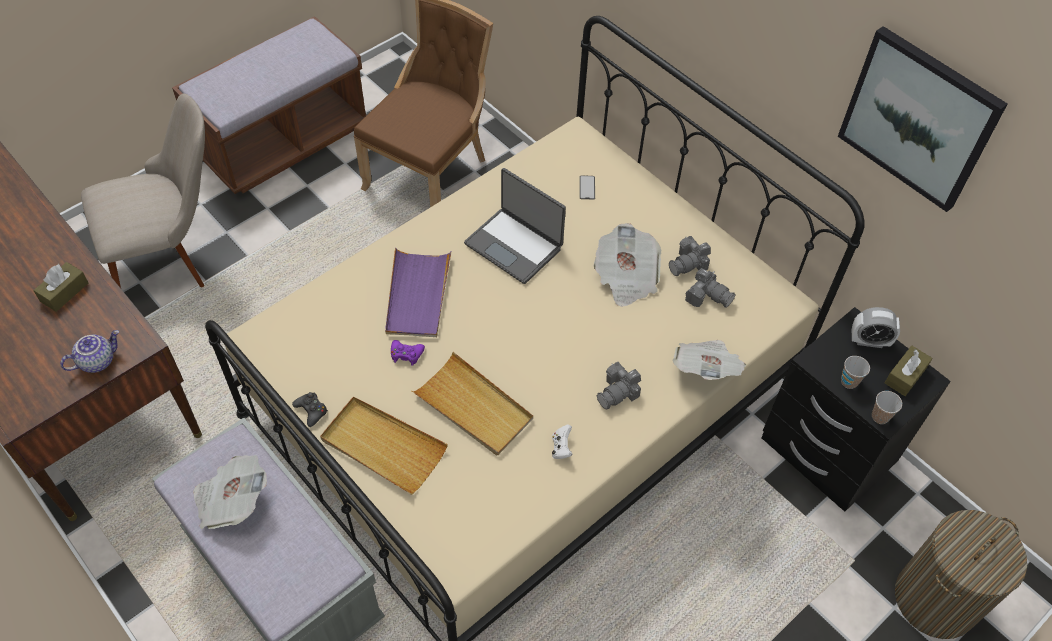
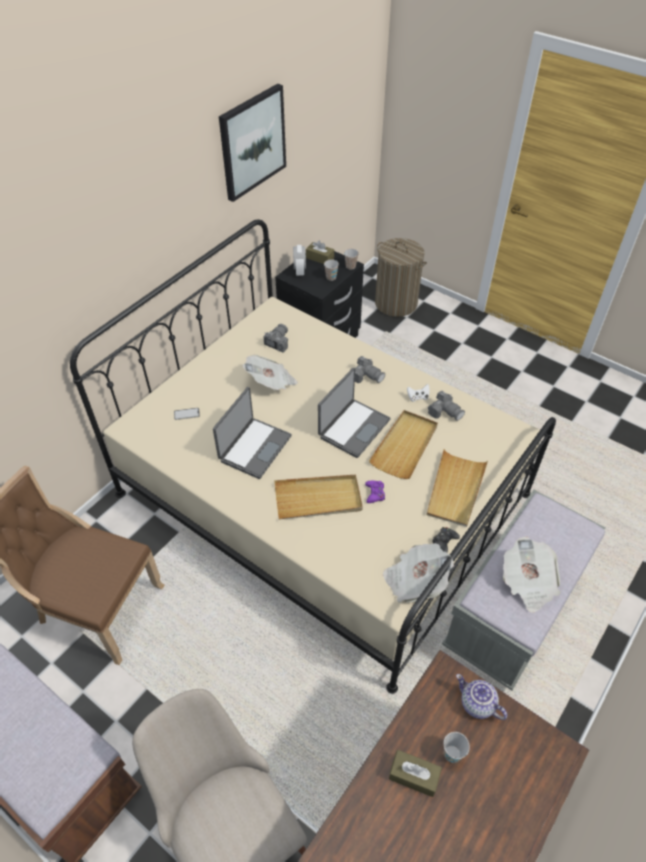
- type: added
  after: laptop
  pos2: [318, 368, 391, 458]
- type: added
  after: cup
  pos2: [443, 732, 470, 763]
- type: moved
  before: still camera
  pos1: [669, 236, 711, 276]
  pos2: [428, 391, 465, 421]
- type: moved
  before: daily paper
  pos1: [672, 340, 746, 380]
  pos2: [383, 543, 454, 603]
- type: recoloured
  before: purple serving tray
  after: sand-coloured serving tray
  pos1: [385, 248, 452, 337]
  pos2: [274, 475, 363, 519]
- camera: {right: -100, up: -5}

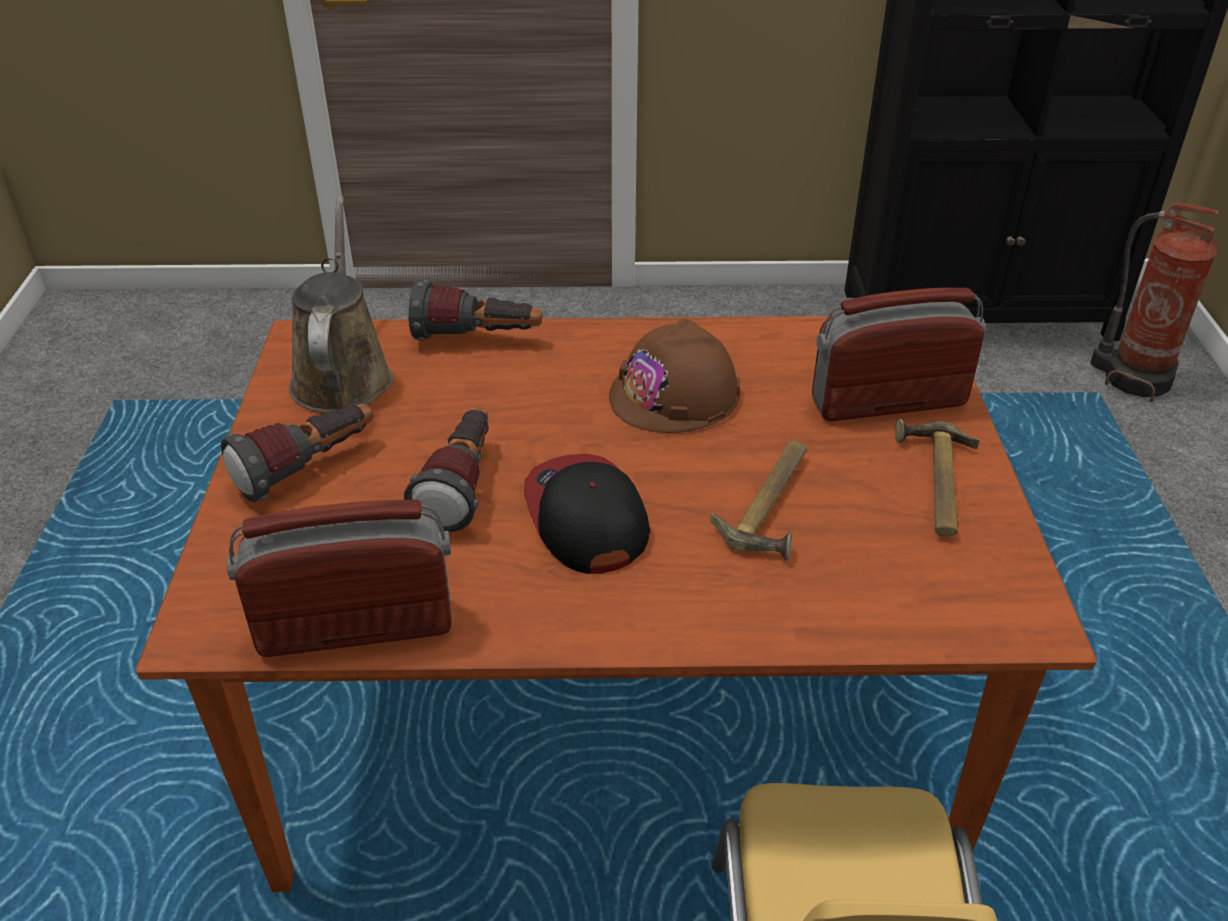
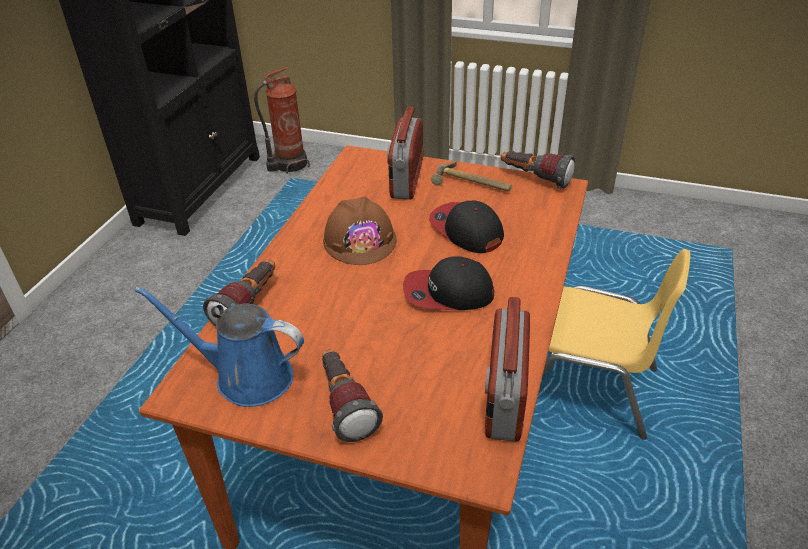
- type: moved
  before: hand torch
  pos1: [404, 407, 489, 532]
  pos2: [501, 151, 575, 189]
- type: replaced
  before: tool hammer
  after: baseball cap
  pos1: [711, 441, 807, 561]
  pos2: [429, 200, 504, 253]
- type: recoloured
  before: brown-coloured sprinkling can
  after: blue sprinkling can
  pos1: [289, 196, 394, 413]
  pos2: [134, 286, 304, 407]
- camera: {right: -70, up: 0}

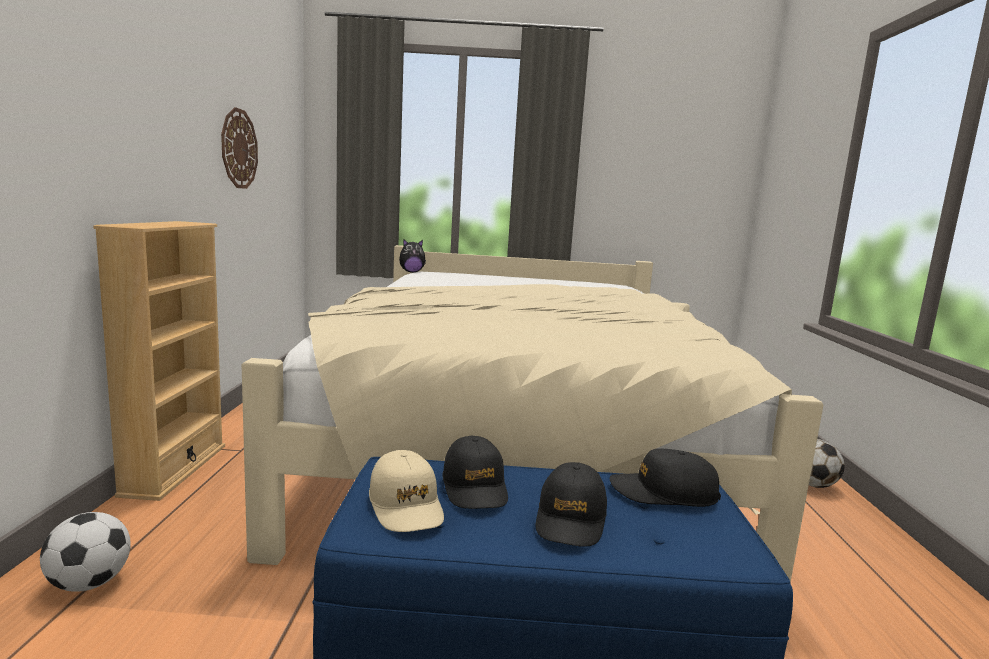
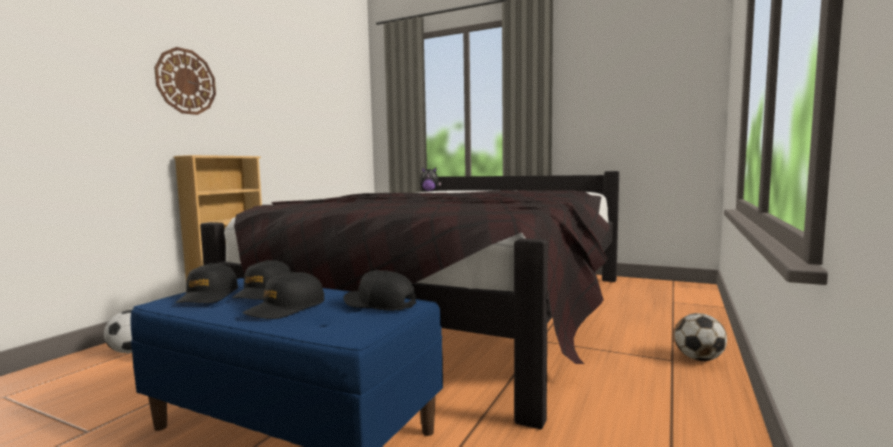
- type: moved
  before: hanging clock
  pos1: [221, 107, 258, 189]
  pos2: [154, 47, 216, 115]
- type: recoloured
  before: sand-coloured bedroom bed
  after: black-coloured bedroom bed
  pos1: [242, 245, 824, 582]
  pos2: [200, 171, 619, 430]
- type: recoloured
  before: sand-coloured baseball cap
  after: black-coloured baseball cap
  pos1: [369, 450, 444, 532]
  pos2: [176, 263, 238, 303]
- camera: {right: 25, up: -5}

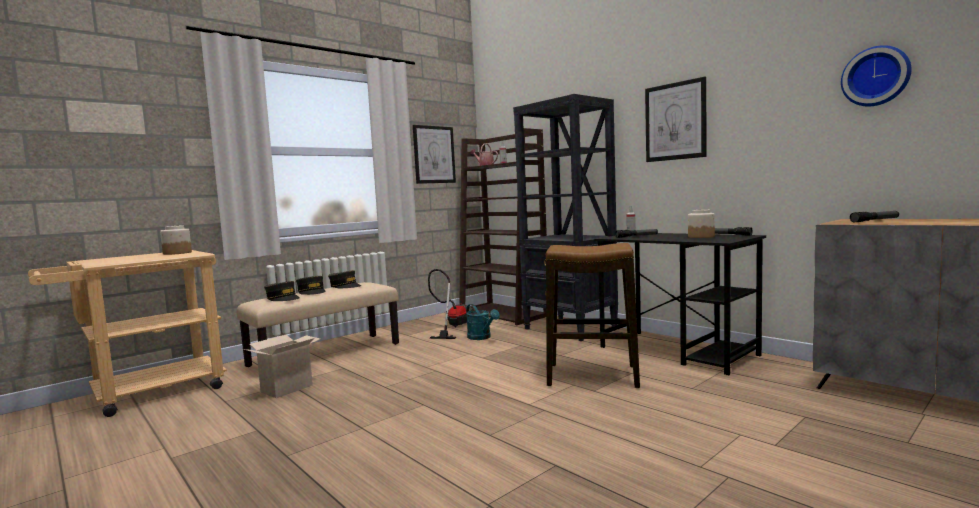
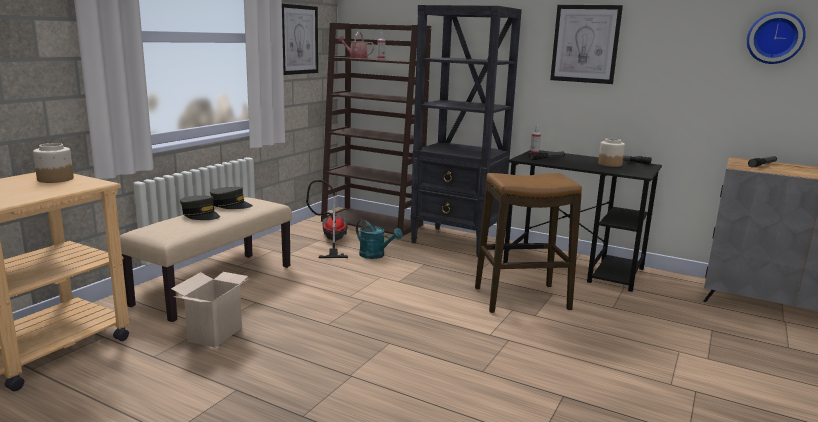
- type: removed
  before: gray baseball cap
  pos1: [264, 281, 300, 301]
- camera: {right: -20, up: 10}

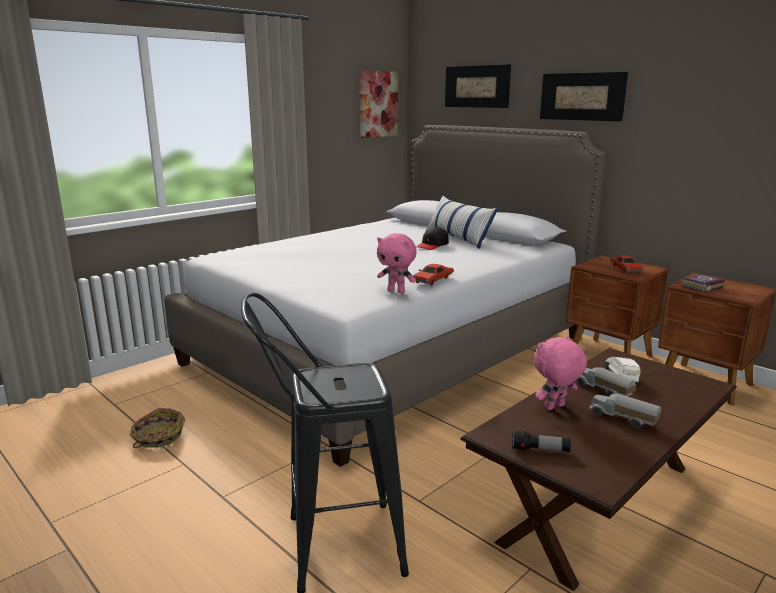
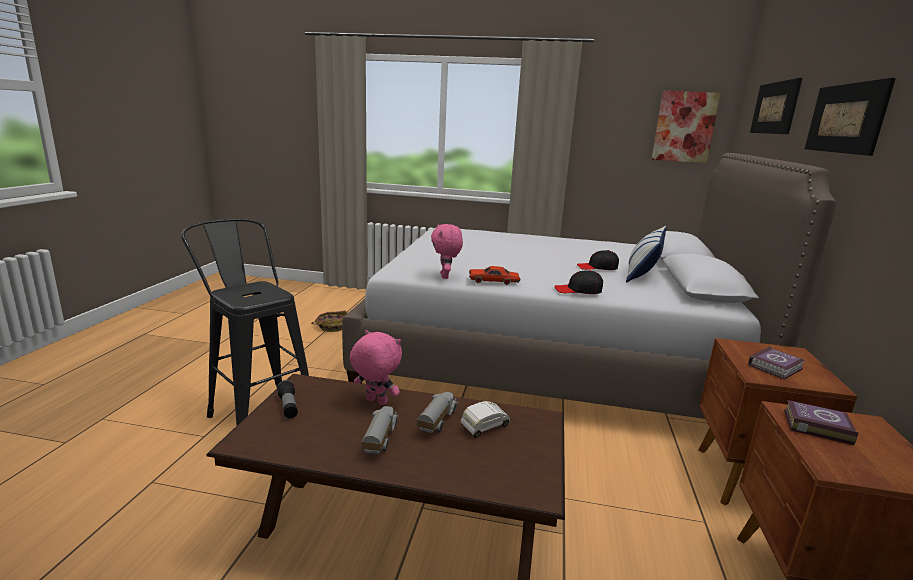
- type: added
  after: black-coloured baseball cap
  pos2: [555, 270, 603, 294]
- type: replaced
  before: red toy car
  after: bound book
  pos1: [610, 255, 644, 273]
  pos2: [748, 347, 805, 379]
- camera: {right: 55, up: 0}

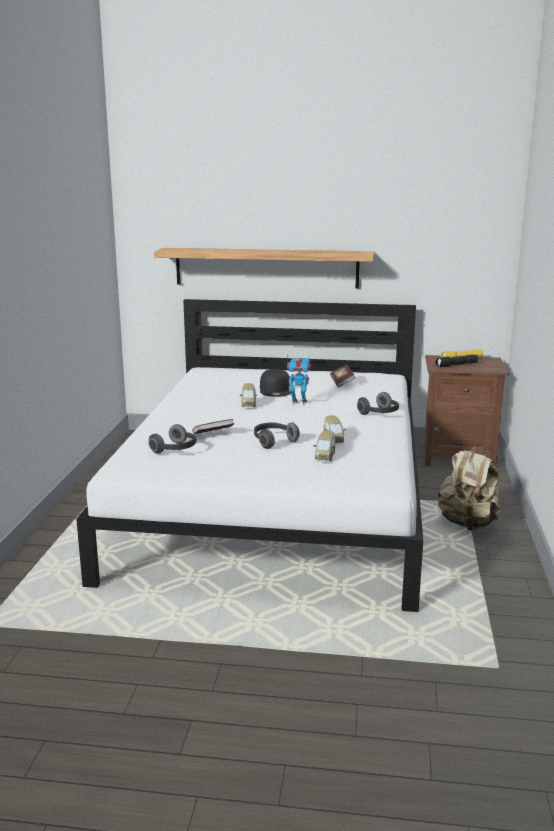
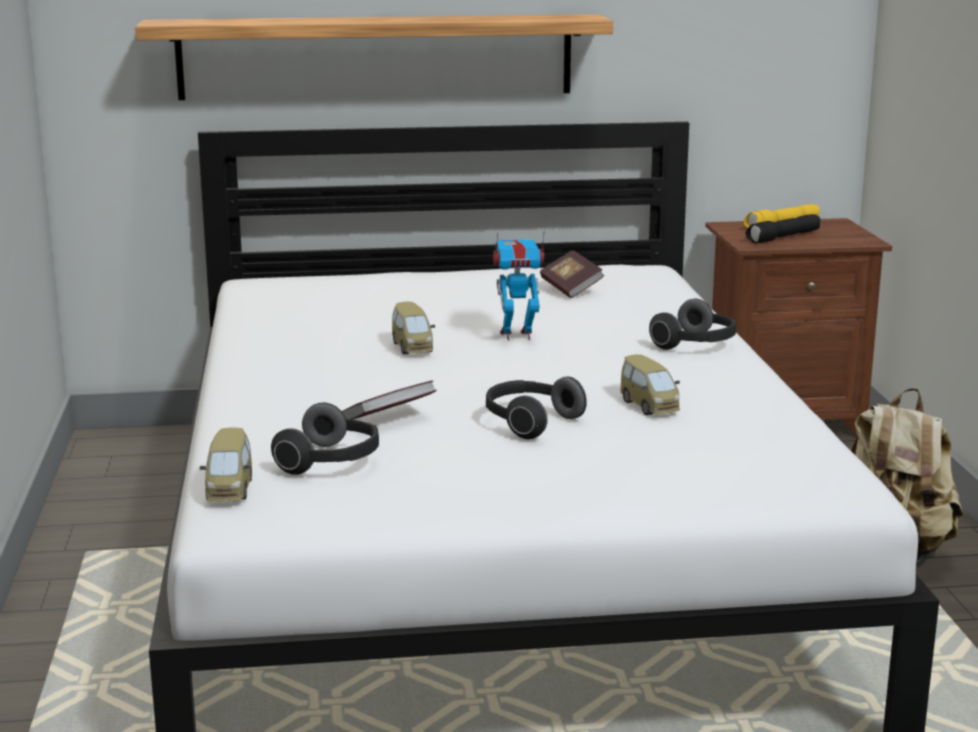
- type: removed
  before: black-coloured baseball cap
  pos1: [260, 369, 291, 397]
- type: moved
  before: toy car
  pos1: [313, 431, 335, 461]
  pos2: [200, 427, 252, 502]
- camera: {right: -15, up: 0}

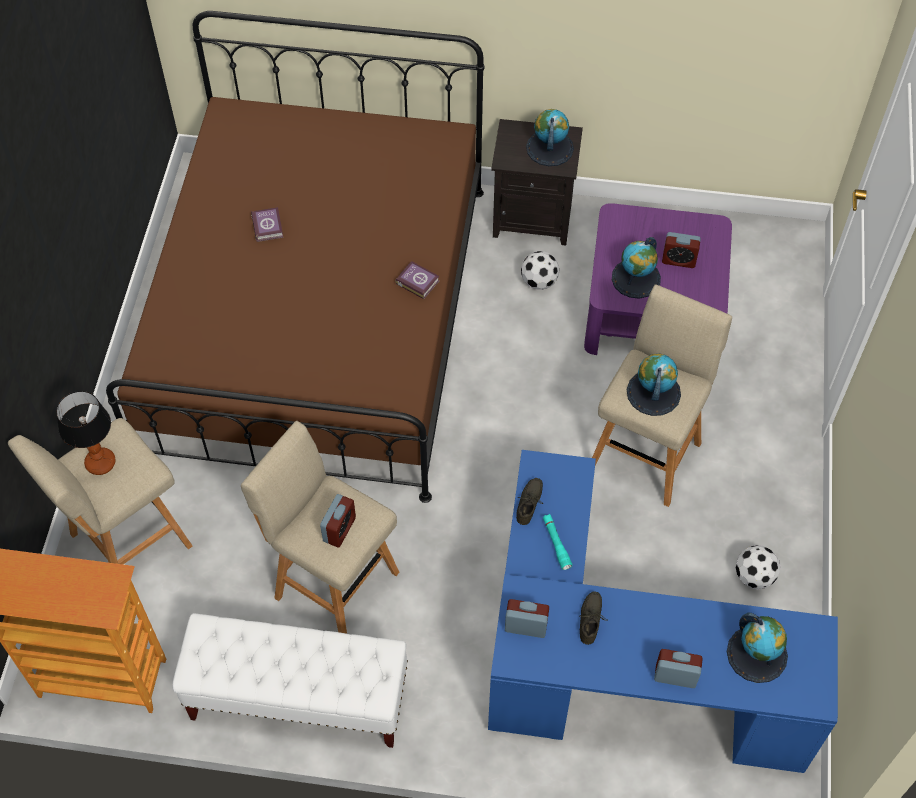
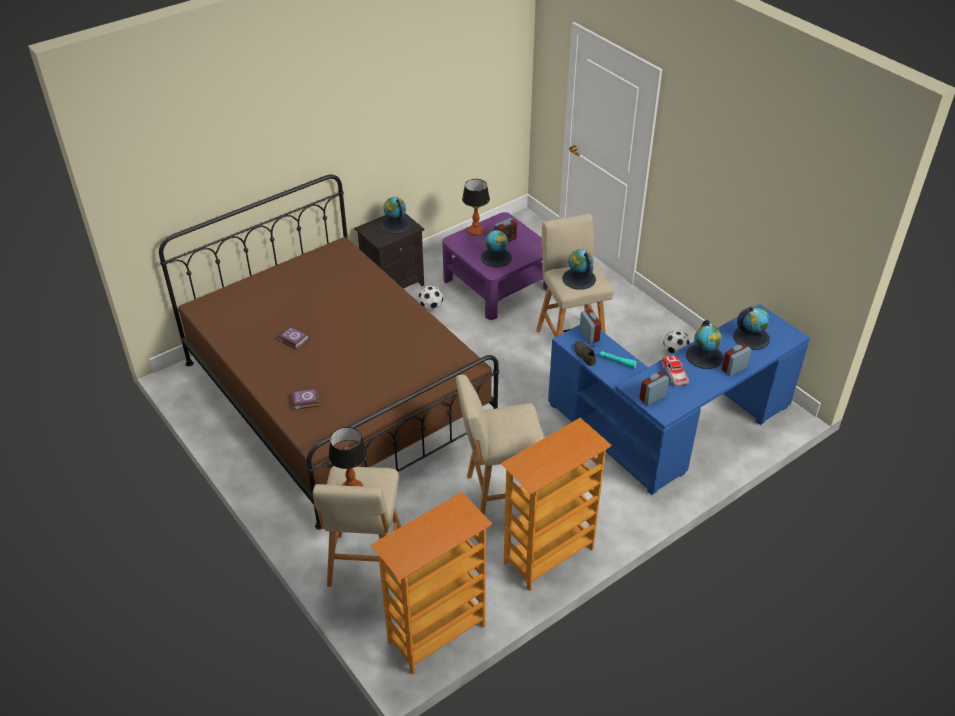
- type: added
  after: tabletop lamp
  pos2: [462, 179, 490, 236]
- type: added
  after: globe
  pos2: [686, 320, 723, 369]
- type: moved
  before: alarm clock
  pos1: [320, 494, 356, 548]
  pos2: [579, 310, 601, 343]
- type: moved
  before: bound book
  pos1: [396, 261, 439, 299]
  pos2: [292, 388, 319, 410]
- type: replaced
  before: whitish long seat
  after: shelving unit
  pos1: [172, 613, 408, 748]
  pos2: [500, 418, 612, 591]
- type: replaced
  before: gray item of footwear
  after: toy car
  pos1: [580, 592, 608, 645]
  pos2: [662, 356, 689, 386]
- camera: {right: -45, up: -15}

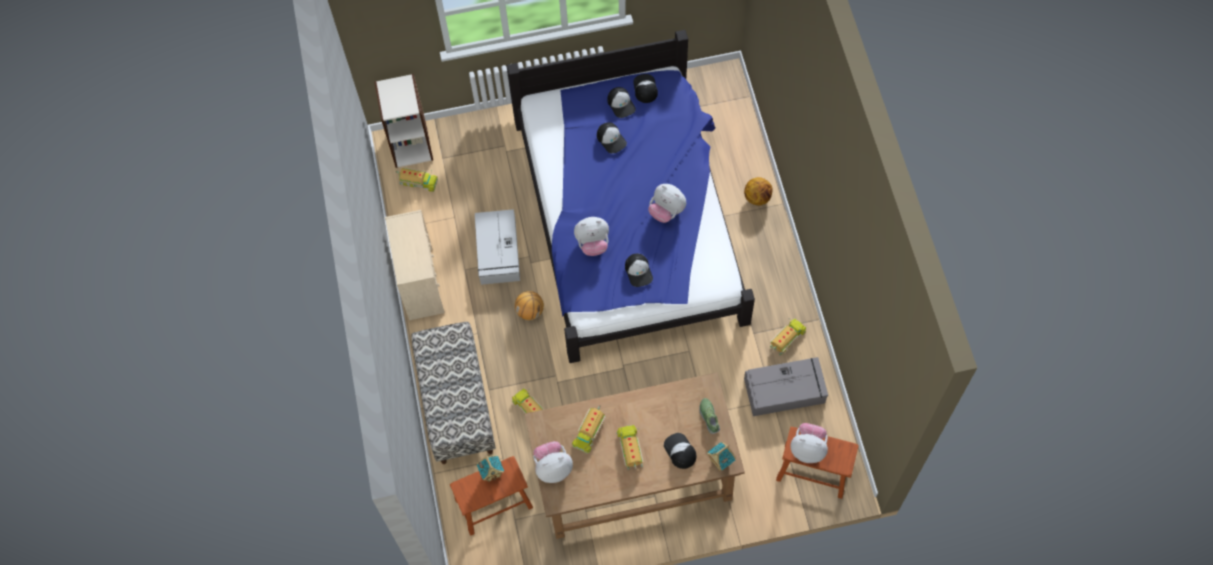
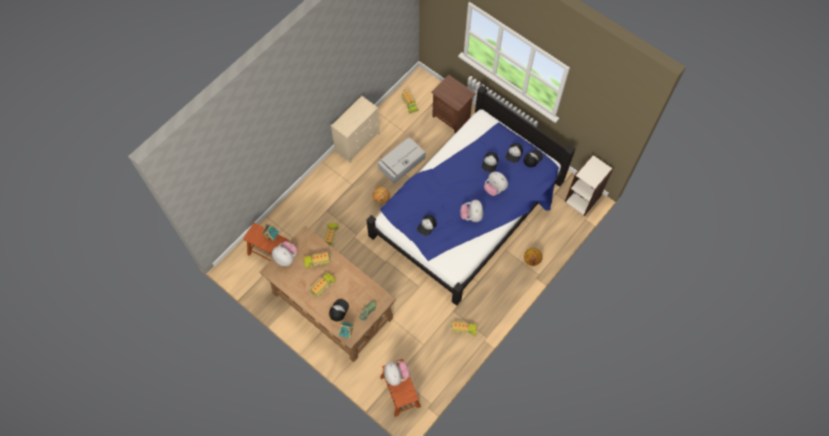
- type: removed
  before: long seat
  pos1: [411, 322, 496, 464]
- type: removed
  before: gray storage bin
  pos1: [744, 357, 828, 416]
- type: added
  after: brown-coloured bedside table
  pos2: [431, 75, 476, 133]
- type: moved
  before: shelving unit
  pos1: [374, 74, 433, 168]
  pos2: [565, 154, 613, 216]
- type: moved
  before: cuddly toy
  pos1: [574, 217, 609, 256]
  pos2: [484, 172, 508, 196]
- camera: {right: 50, up: 0}

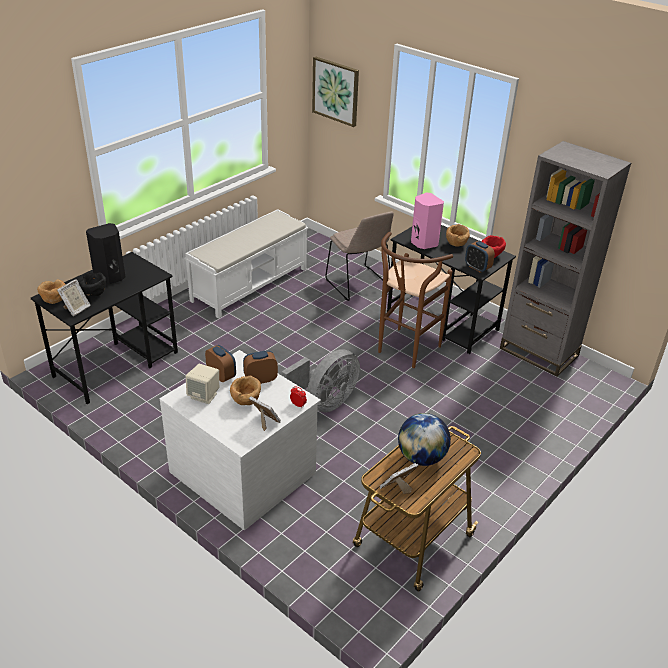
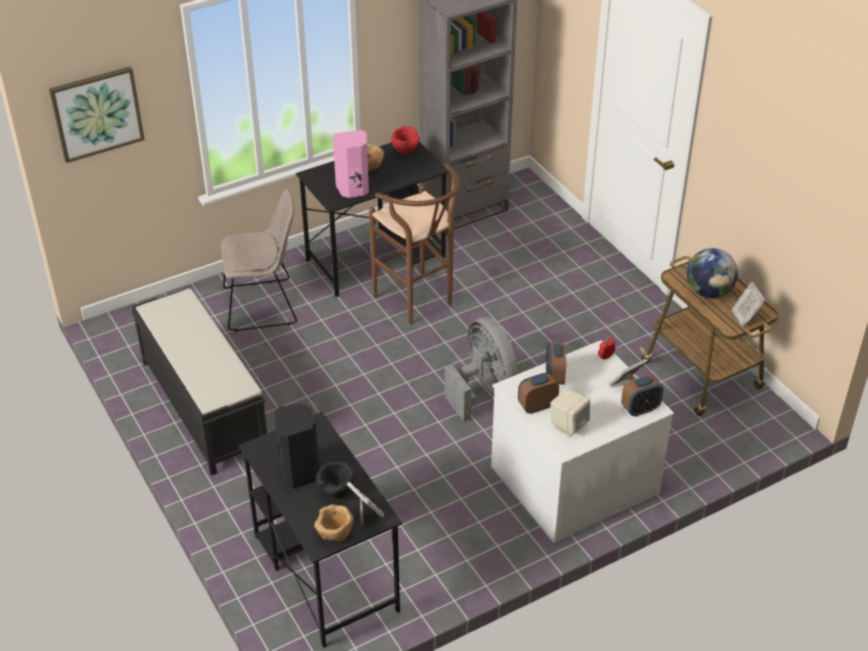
- type: removed
  before: brown-coloured serving bowl
  pos1: [230, 376, 261, 405]
- type: moved
  before: alarm clock
  pos1: [465, 241, 495, 273]
  pos2: [621, 375, 664, 417]
- type: recoloured
  before: whitish long seat
  after: black-coloured long seat
  pos1: [184, 209, 308, 318]
  pos2: [131, 288, 267, 476]
- camera: {right: -70, up: 5}

